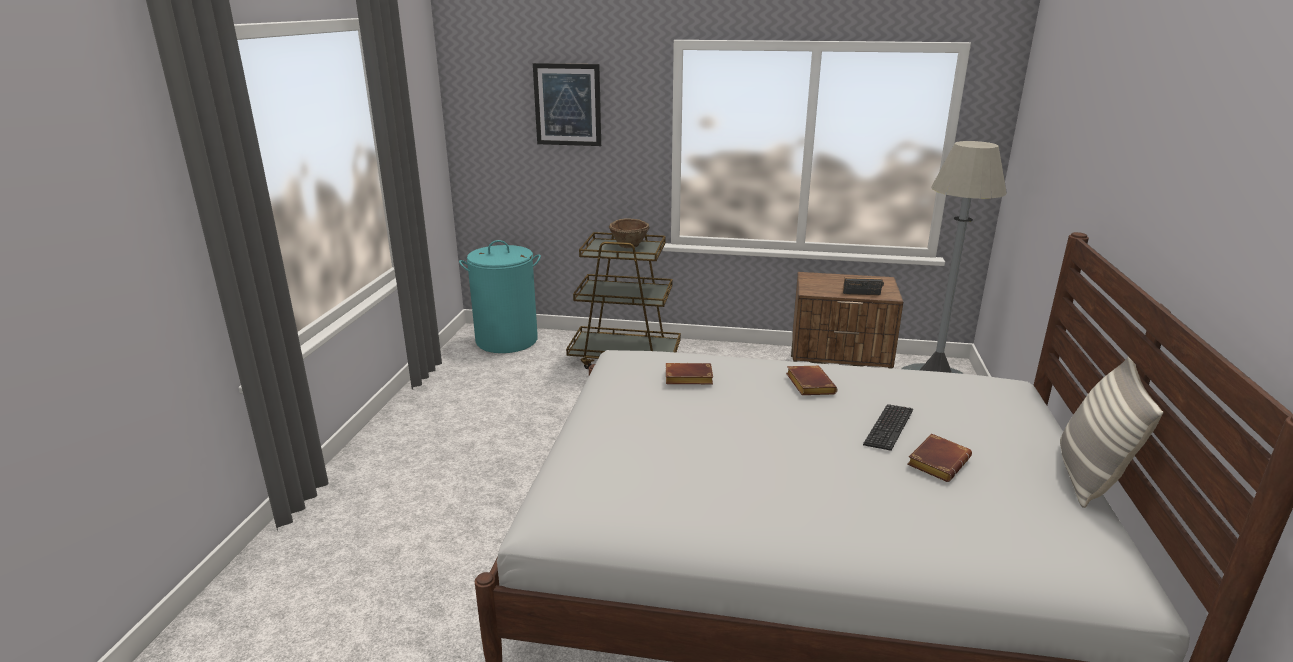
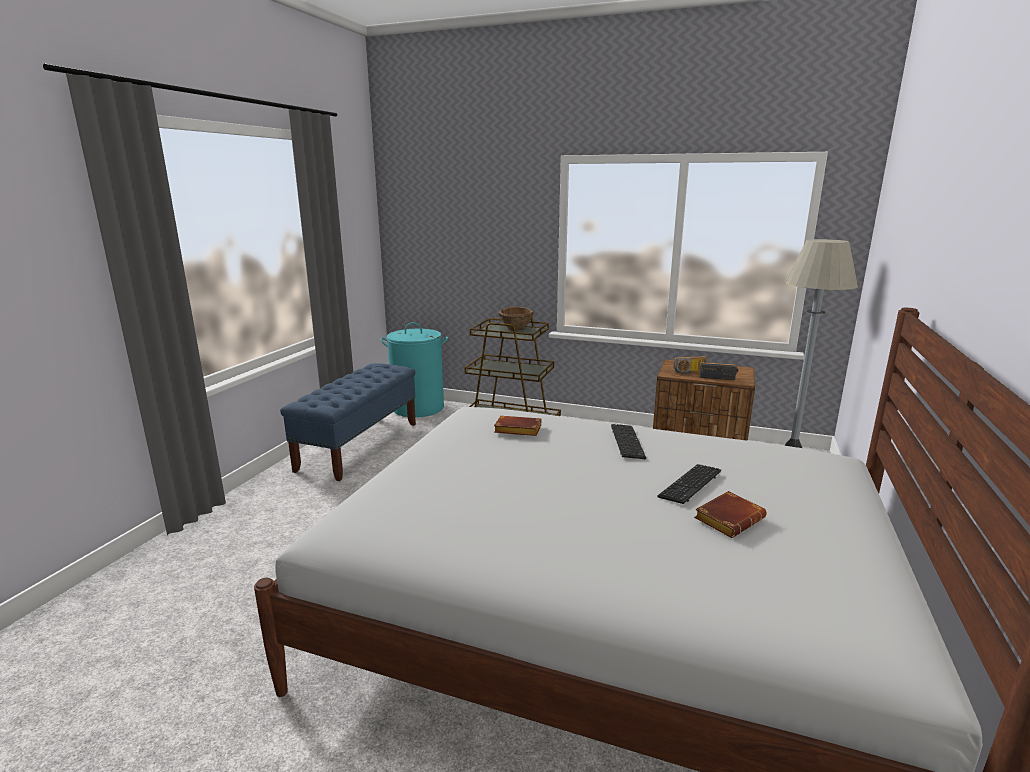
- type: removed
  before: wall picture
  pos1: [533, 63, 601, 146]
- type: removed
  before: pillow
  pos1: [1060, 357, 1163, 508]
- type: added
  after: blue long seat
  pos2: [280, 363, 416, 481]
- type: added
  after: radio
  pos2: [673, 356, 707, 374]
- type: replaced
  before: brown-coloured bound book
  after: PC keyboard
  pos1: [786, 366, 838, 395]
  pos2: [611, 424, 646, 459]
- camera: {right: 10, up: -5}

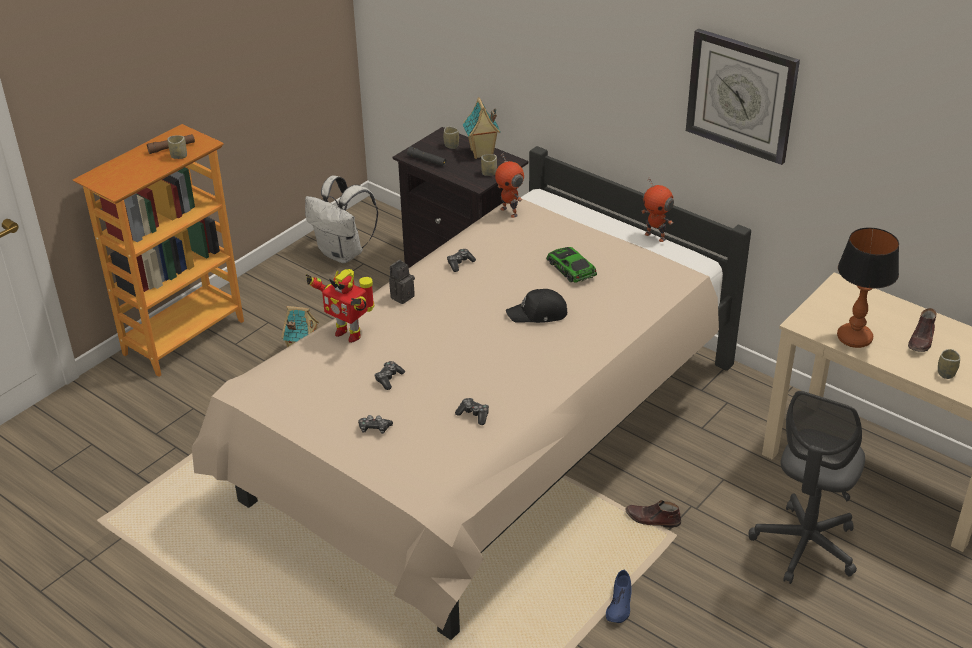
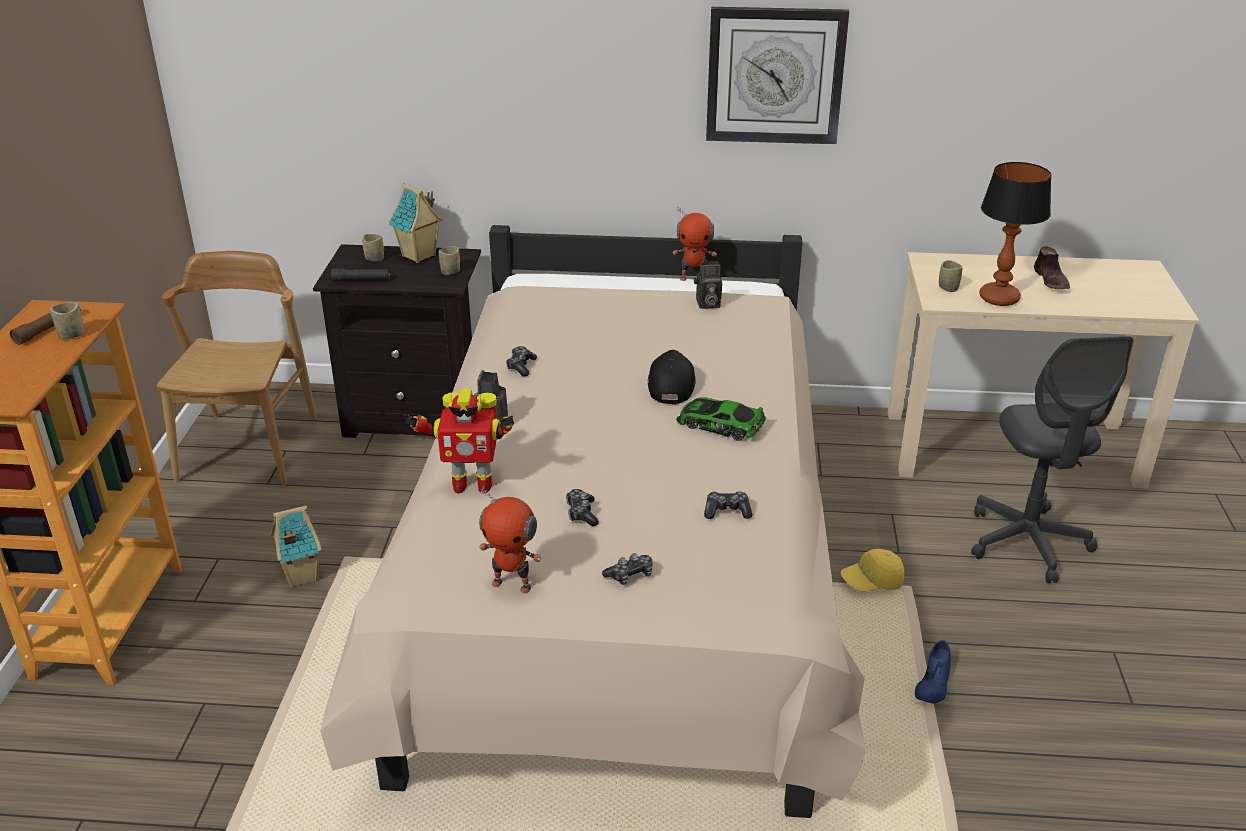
- type: added
  after: still camera
  pos2: [694, 261, 722, 309]
- type: moved
  before: toy robot
  pos1: [495, 152, 524, 218]
  pos2: [479, 487, 542, 593]
- type: moved
  before: toy car
  pos1: [546, 247, 597, 283]
  pos2: [677, 397, 766, 441]
- type: moved
  before: cup
  pos1: [938, 349, 960, 379]
  pos2: [939, 260, 962, 292]
- type: replaced
  before: whitish rucksack
  after: brown-coloured chair
  pos1: [305, 176, 378, 263]
  pos2: [157, 251, 317, 486]
- type: replaced
  before: brown-coloured item of footwear
  after: yellow-coloured baseball cap
  pos1: [625, 500, 681, 528]
  pos2: [841, 549, 904, 592]
- type: turned
  before: black-coloured baseball cap
  pos1: [506, 289, 567, 323]
  pos2: [648, 350, 696, 404]
  turn: 135
- type: turned
  before: blue item of footwear
  pos1: [606, 570, 632, 623]
  pos2: [915, 640, 951, 704]
  turn: 45
- camera: {right: -35, up: -5}

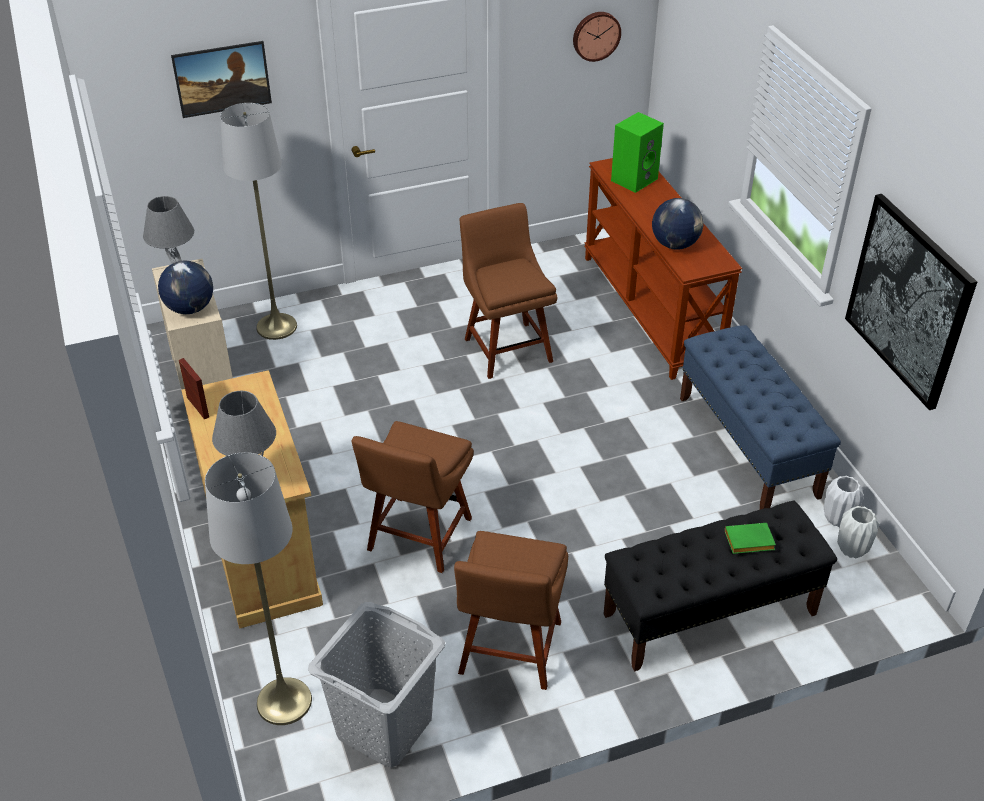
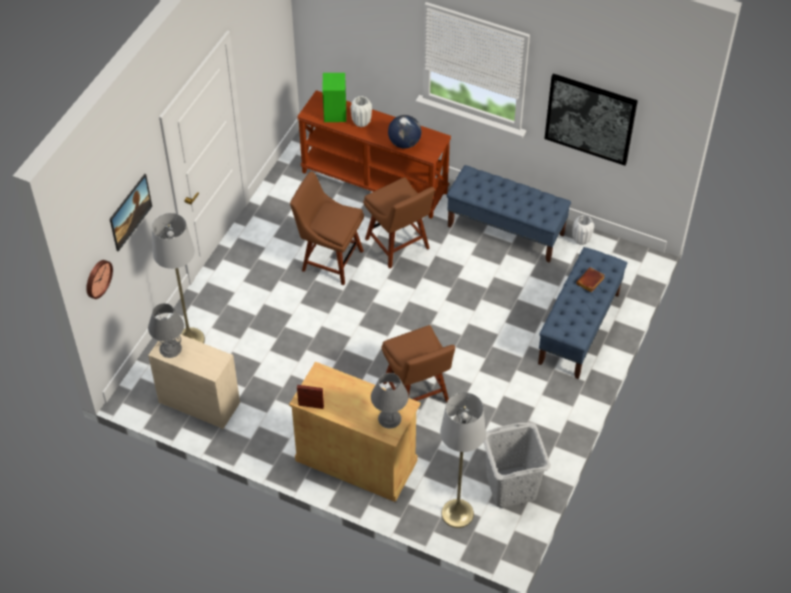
- type: removed
  before: globe
  pos1: [158, 261, 213, 314]
- type: moved
  before: brown-coloured chair
  pos1: [454, 531, 568, 690]
  pos2: [363, 177, 435, 269]
- type: moved
  before: hanging clock
  pos1: [573, 12, 621, 62]
  pos2: [86, 260, 113, 299]
- type: moved
  before: whitish flower vase
  pos1: [837, 506, 879, 558]
  pos2: [351, 96, 372, 127]
- type: recoloured
  before: black-coloured long seat
  after: blue long seat
  pos1: [604, 501, 837, 671]
  pos2: [538, 247, 627, 379]
- type: recoloured
  before: green bound book
  after: brown-coloured bound book
  pos1: [725, 523, 776, 554]
  pos2: [576, 267, 605, 292]
- camera: {right: -45, up: 10}

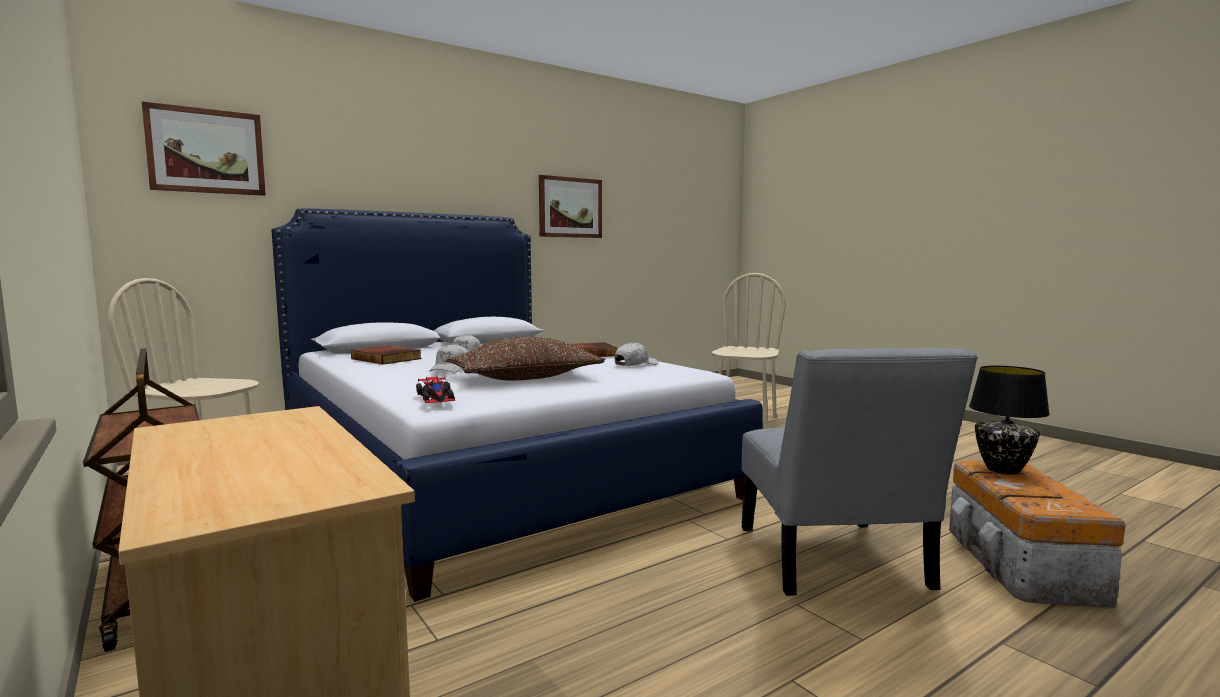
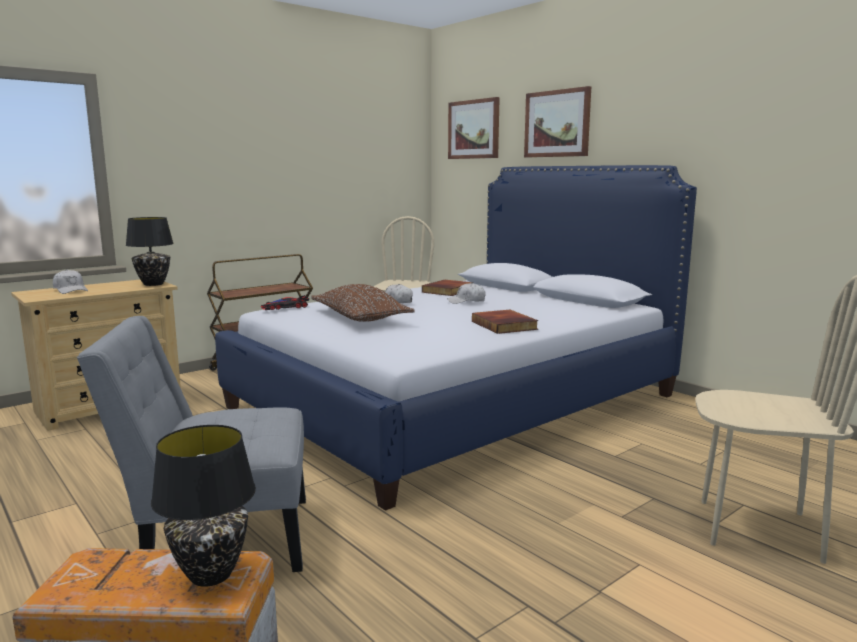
- type: added
  after: black-coloured tabletop lamp
  pos2: [126, 217, 174, 286]
- type: moved
  before: wall picture
  pos1: [539, 175, 602, 238]
  pos2: [524, 86, 591, 157]
- type: moved
  before: whitish baseball cap
  pos1: [615, 342, 658, 366]
  pos2: [53, 269, 88, 294]
- camera: {right: 85, up: 5}

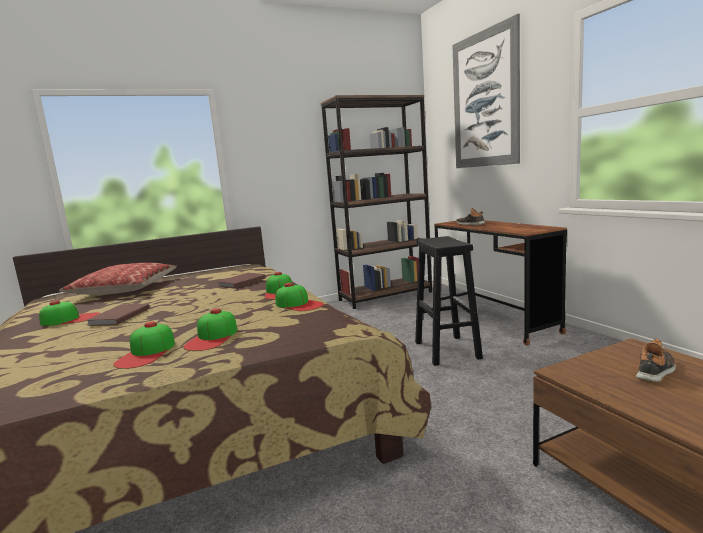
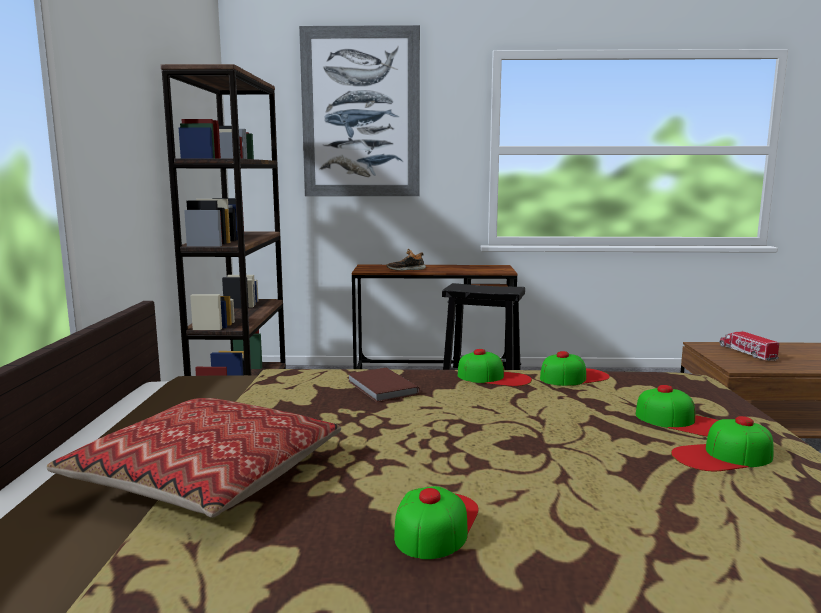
- type: removed
  before: brown-coloured bound book
  pos1: [87, 303, 150, 326]
- type: replaced
  before: item of footwear
  after: model truck
  pos1: [636, 339, 676, 382]
  pos2: [719, 331, 779, 361]
- type: turned
  before: baseball cap
  pos1: [113, 322, 175, 369]
  pos2: [671, 416, 774, 471]
  turn: 135
- camera: {right: -65, up: 0}

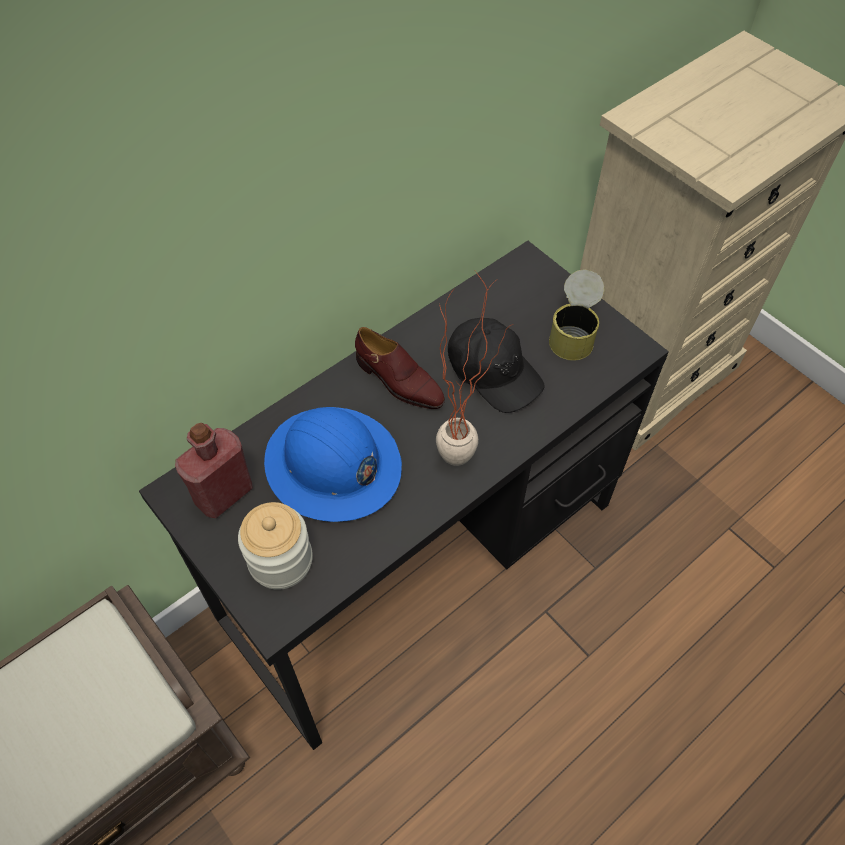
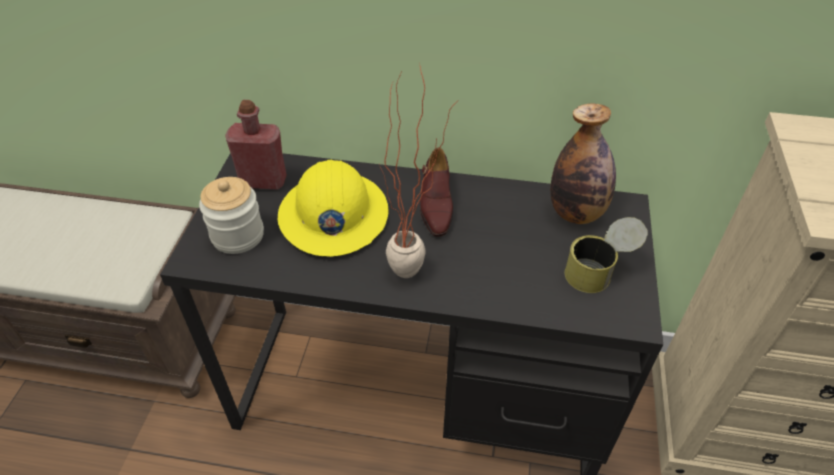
- type: removed
  before: black-coloured baseball cap
  pos1: [448, 318, 545, 413]
- type: added
  after: drink bottle
  pos2: [550, 103, 616, 224]
- type: recoloured
  before: blue work helmet
  after: yellow-coloured work helmet
  pos1: [264, 407, 402, 522]
  pos2: [278, 160, 388, 257]
- camera: {right: 50, up: -10}

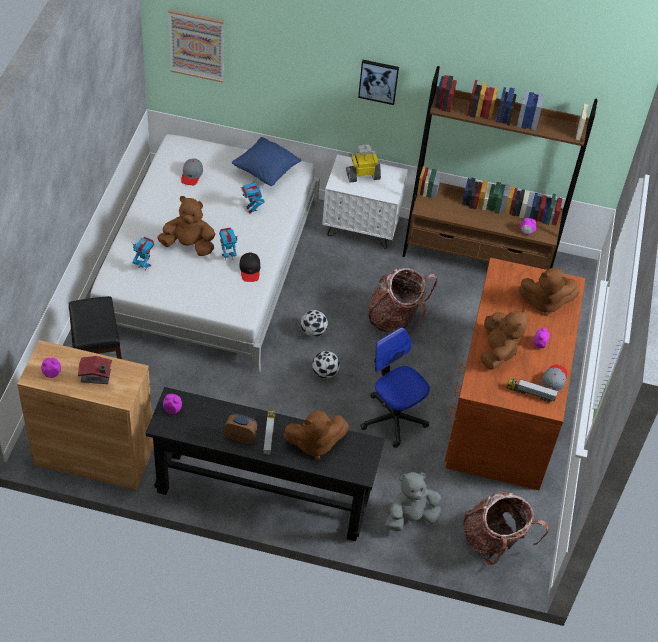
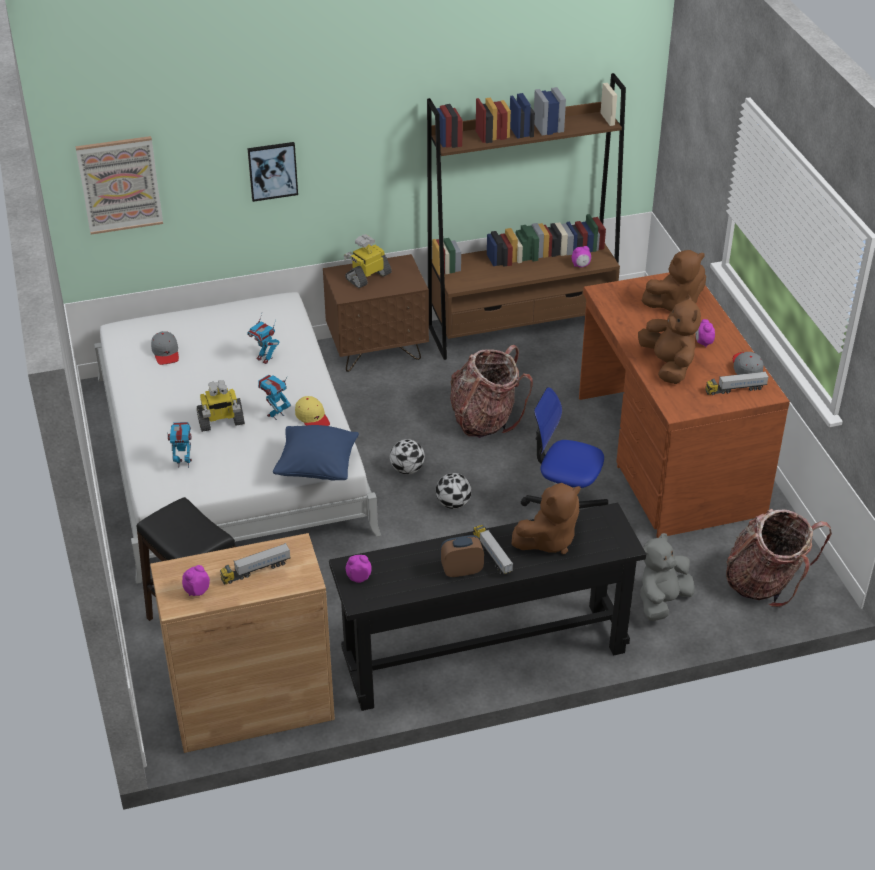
- type: moved
  before: blue pillow
  pos1: [232, 137, 301, 186]
  pos2: [273, 425, 359, 481]
- type: moved
  before: wall picture
  pos1: [358, 60, 399, 105]
  pos2: [247, 142, 298, 202]
- type: replaced
  before: toy house
  after: model truck
  pos1: [78, 356, 112, 384]
  pos2: [220, 543, 291, 584]
- type: replaced
  before: brown-coloured cuddly toy
  after: toy robot
  pos1: [157, 196, 215, 256]
  pos2: [197, 380, 245, 432]
- type: recoloured
  before: black-coloured baseball cap
  after: yellow-coloured baseball cap
  pos1: [240, 252, 260, 282]
  pos2: [295, 396, 330, 426]
- type: recoloured
  before: whitish bedside table
  after: brown-coloured bedside table
  pos1: [322, 154, 408, 249]
  pos2: [323, 254, 429, 372]
- camera: {right: -25, up: -10}

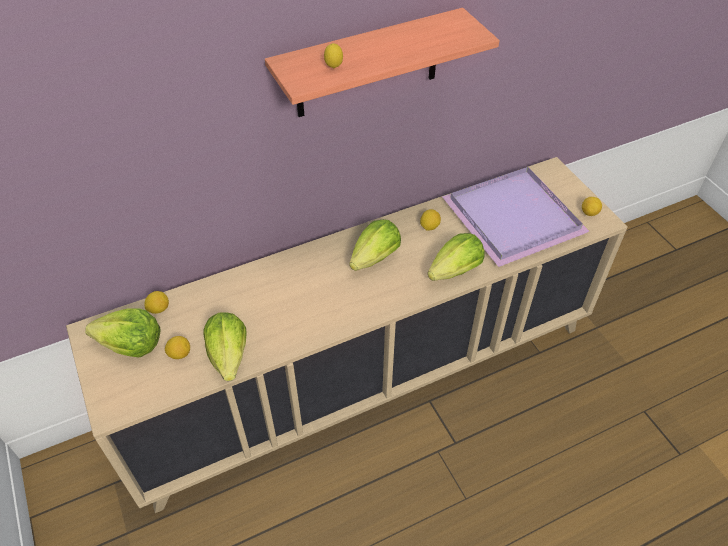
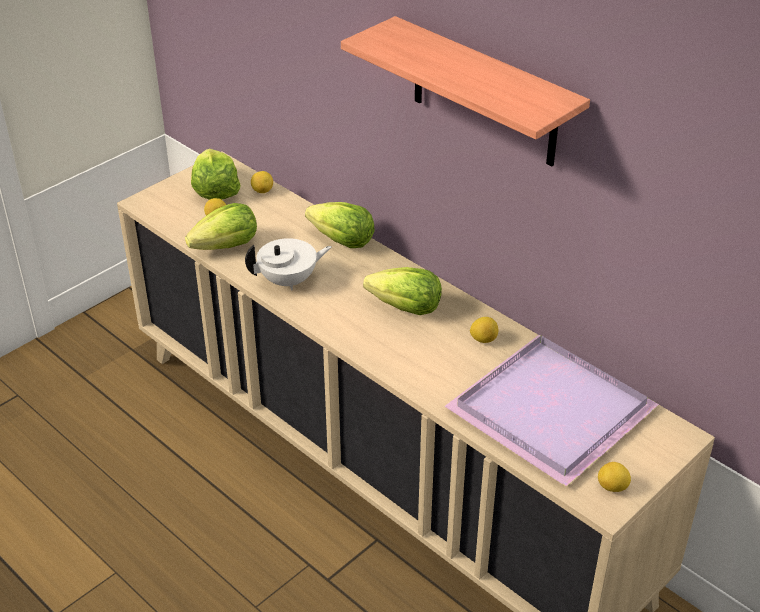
- type: removed
  before: lemon
  pos1: [324, 43, 343, 68]
- type: added
  after: whitish teapot
  pos2: [245, 238, 331, 290]
- type: moved
  before: head of lettuce
  pos1: [428, 233, 485, 281]
  pos2: [305, 202, 375, 248]
- camera: {right: 70, up: -10}

